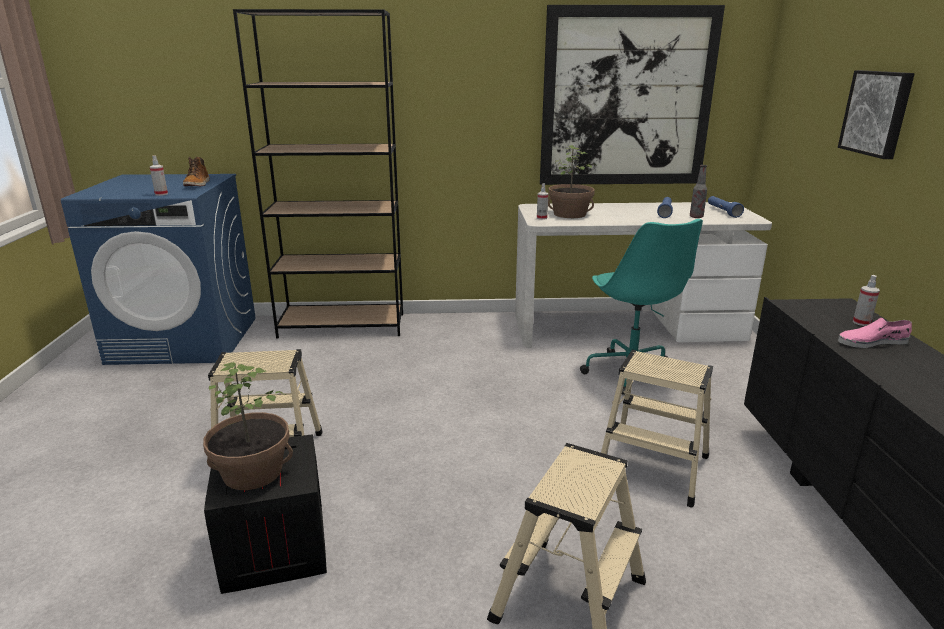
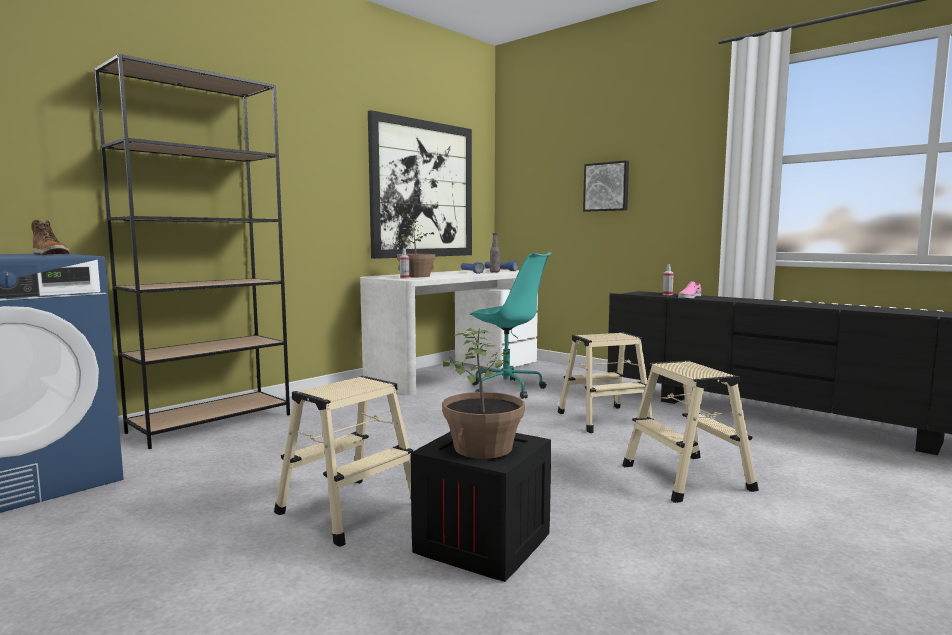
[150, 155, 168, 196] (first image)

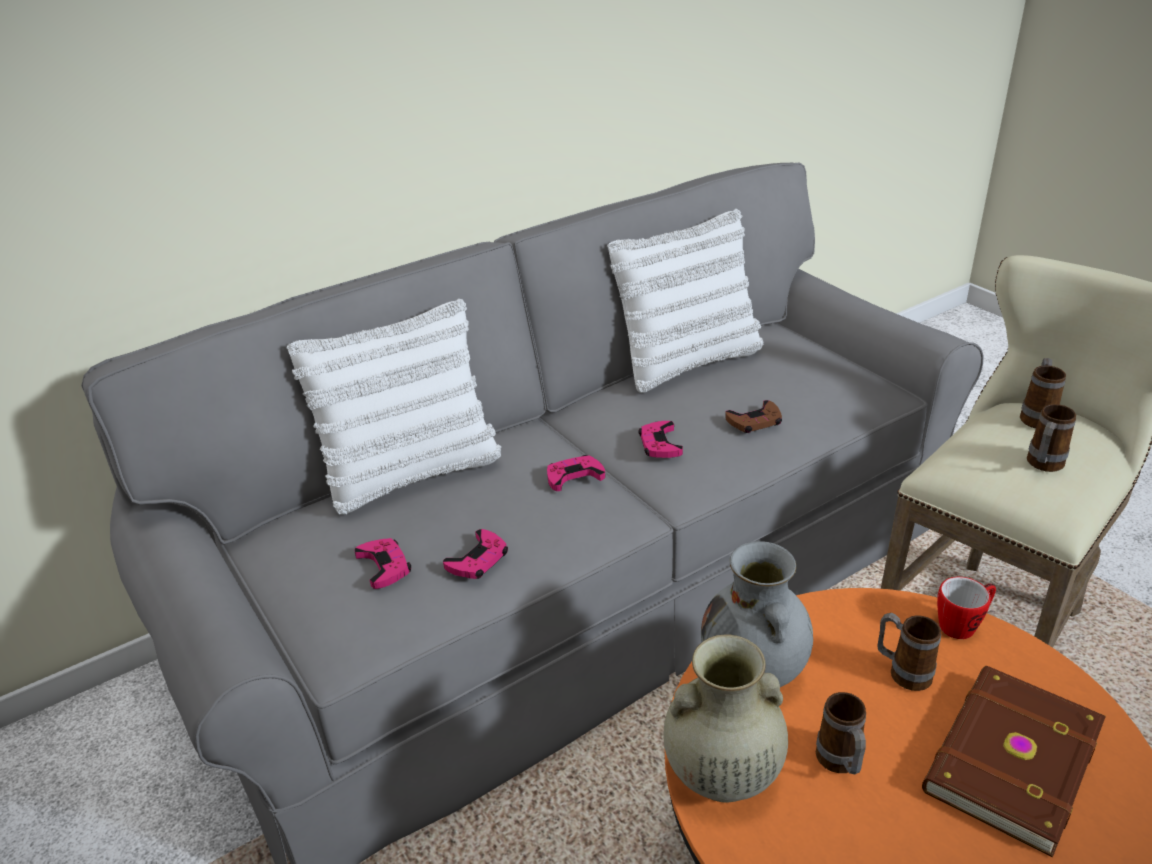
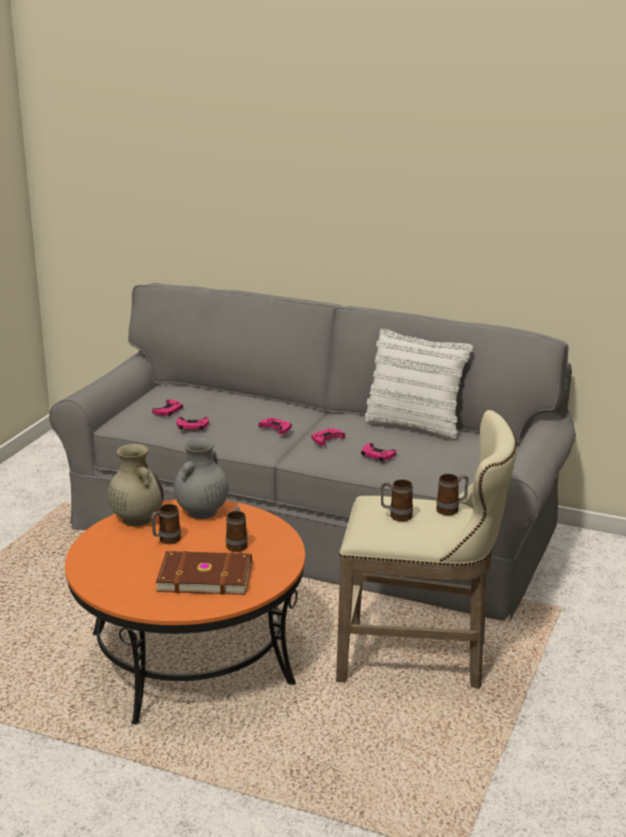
[286, 299, 501, 514] (first image)
[361, 443, 396, 461]
[937, 577, 996, 639] (first image)

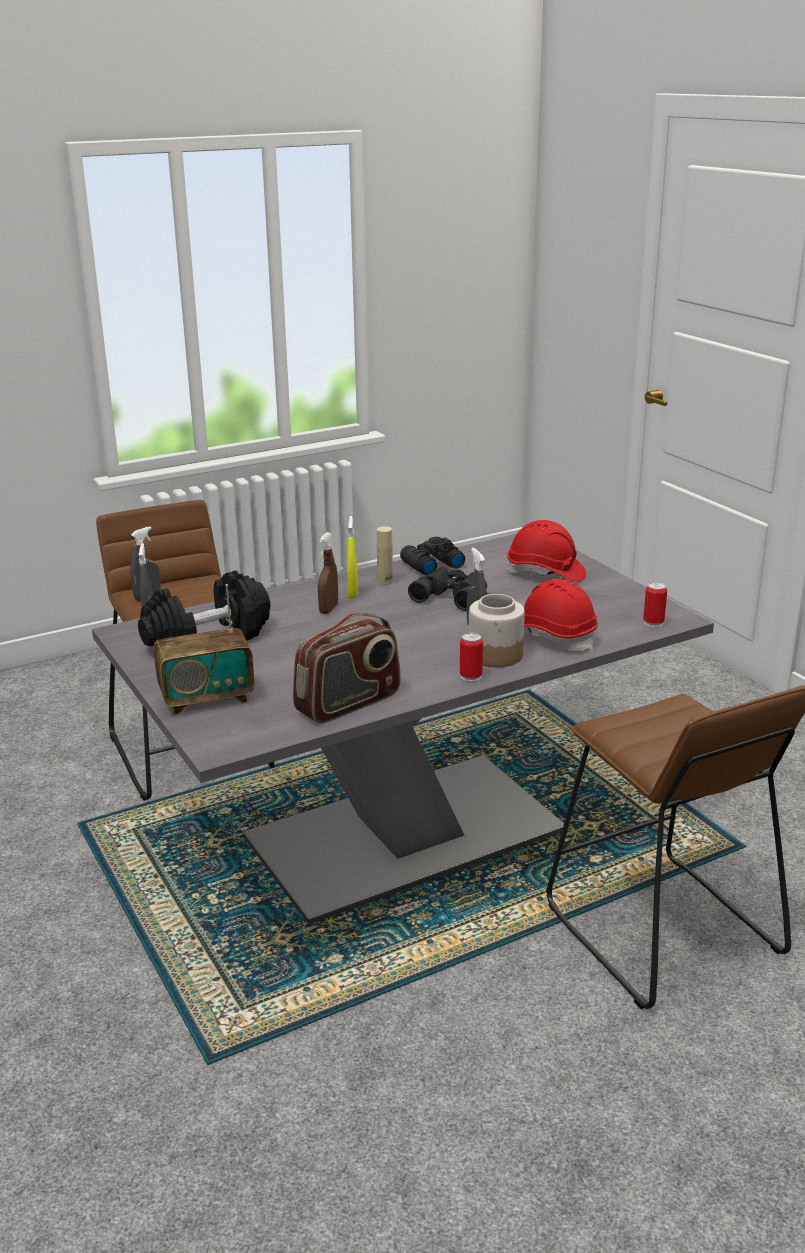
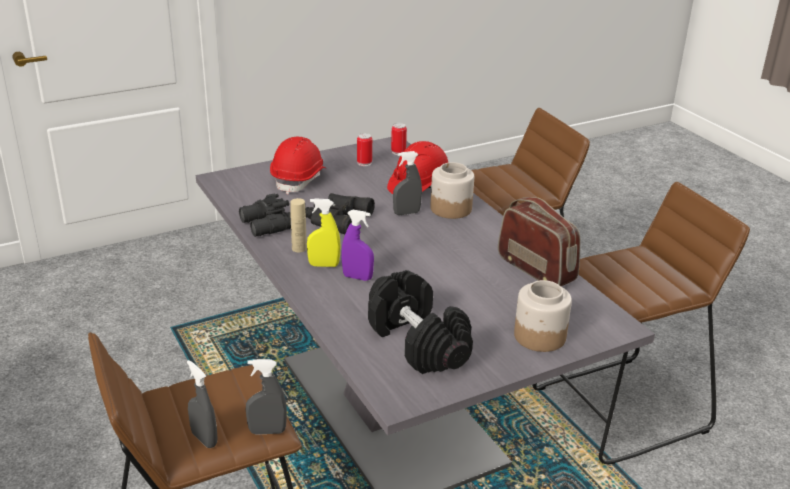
[341, 210, 374, 281]
[514, 280, 572, 352]
[357, 133, 372, 166]
[533, 182, 750, 465]

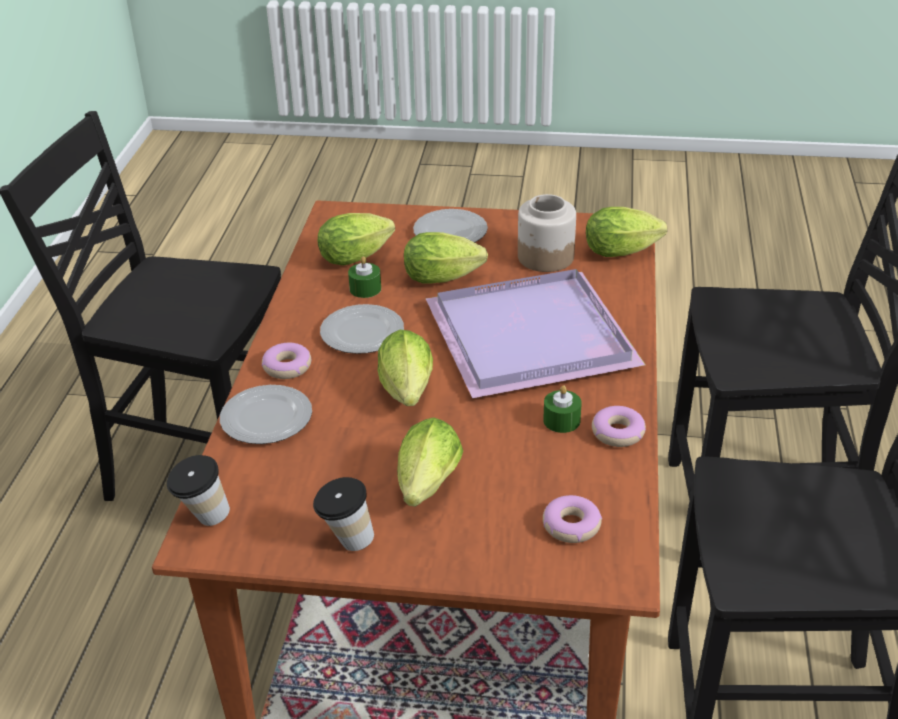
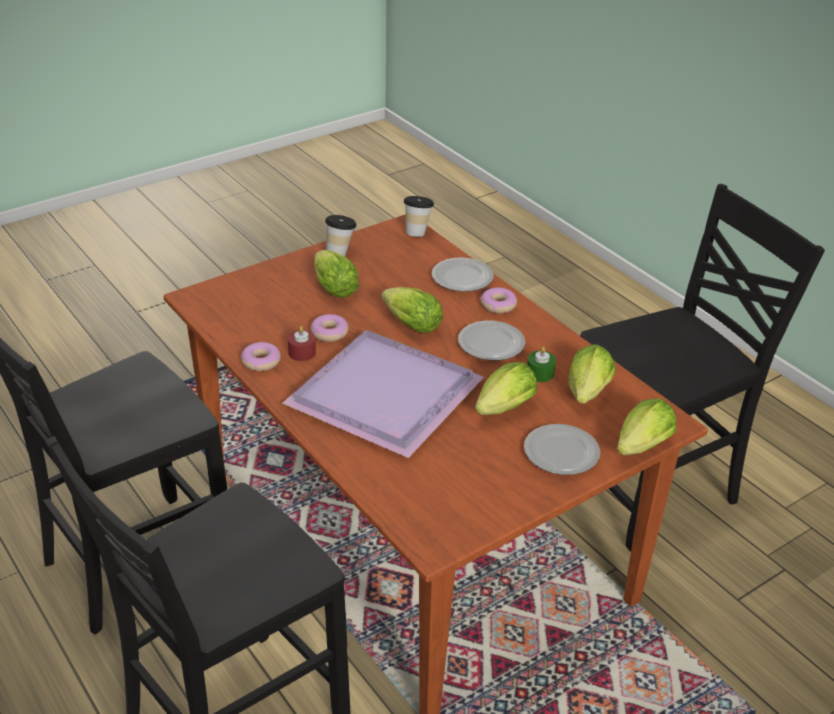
[518, 194, 576, 272] (first image)
[617, 399, 676, 455]
[288, 326, 316, 361]
[311, 314, 349, 342]

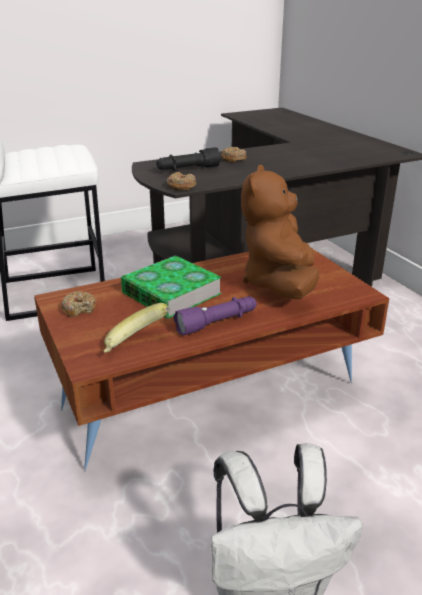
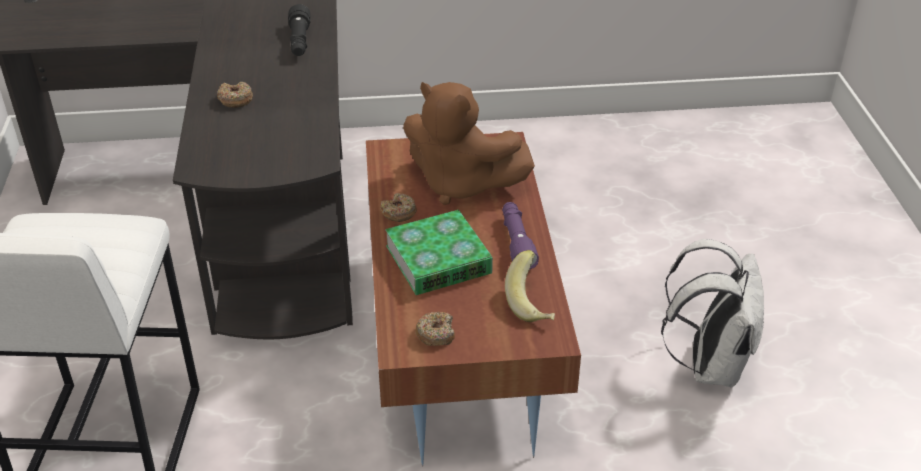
[288, 4, 311, 56]
[380, 193, 417, 222]

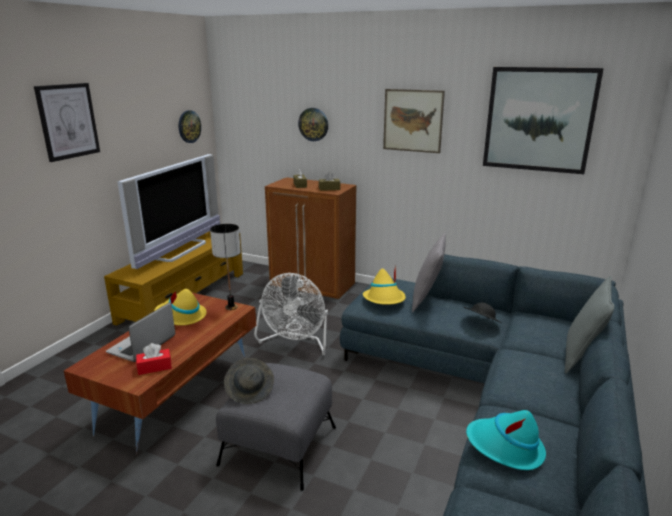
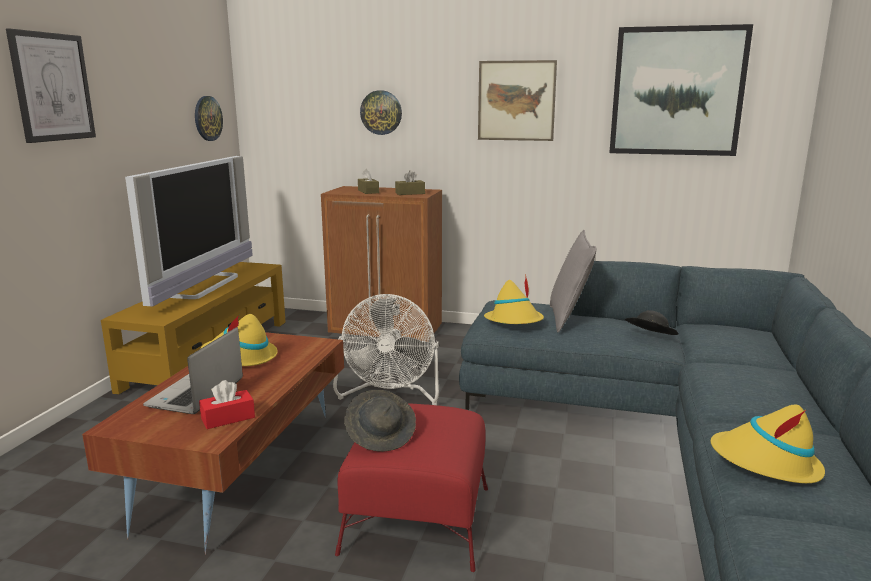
[210, 224, 241, 310] (first image)
[565, 276, 614, 373] (first image)
[335, 403, 488, 572]
[711, 405, 825, 483]

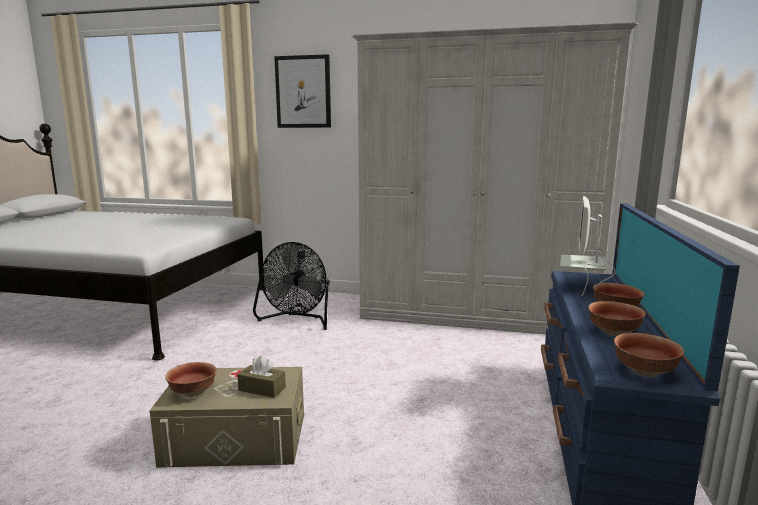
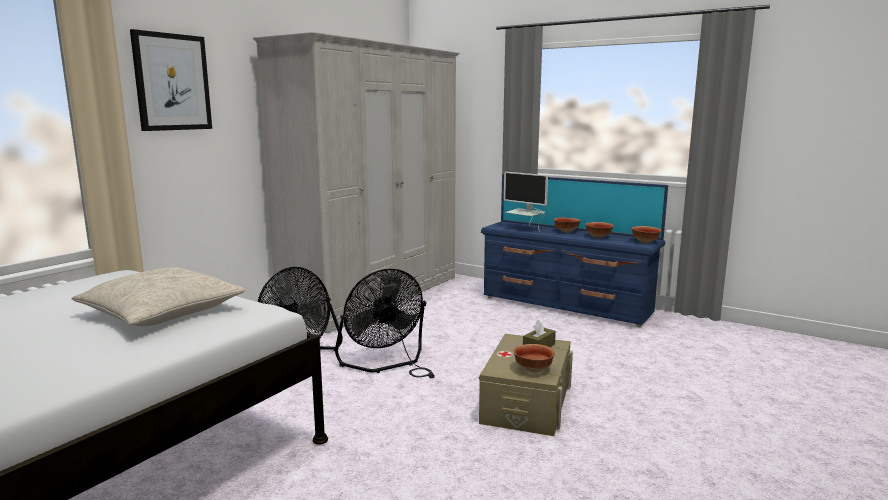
[72, 267, 246, 326]
[335, 269, 435, 378]

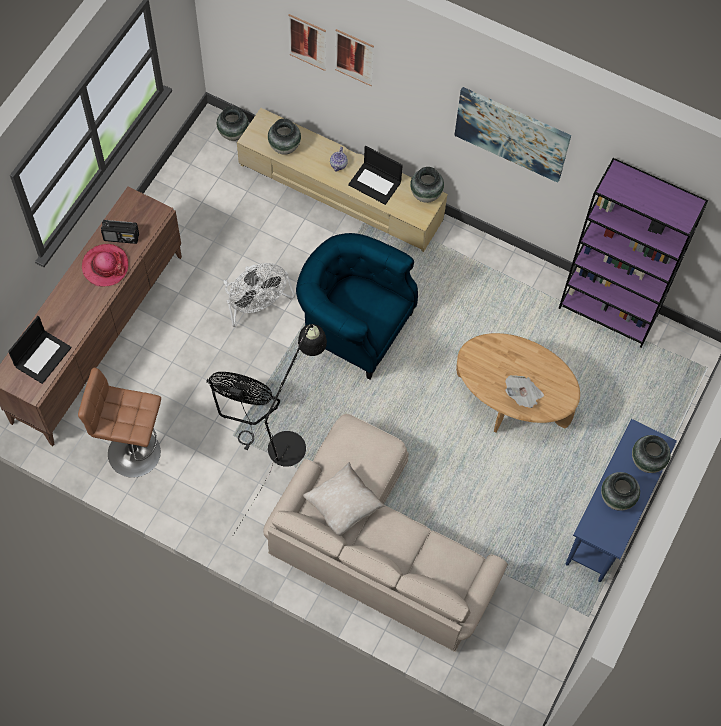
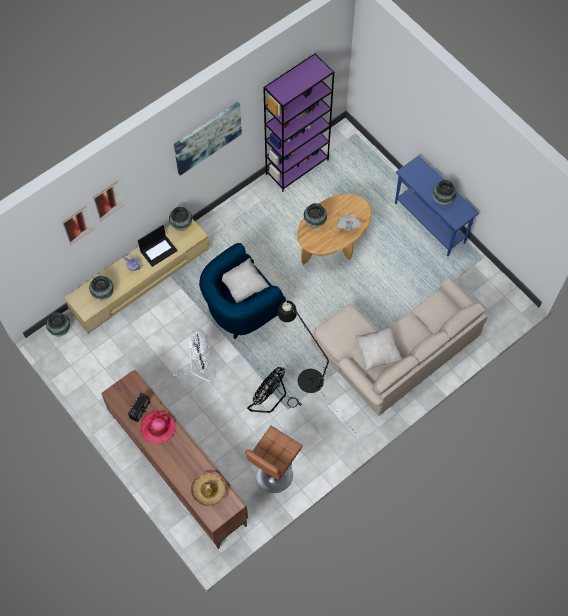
[191, 471, 227, 506]
[304, 203, 327, 228]
[222, 258, 269, 303]

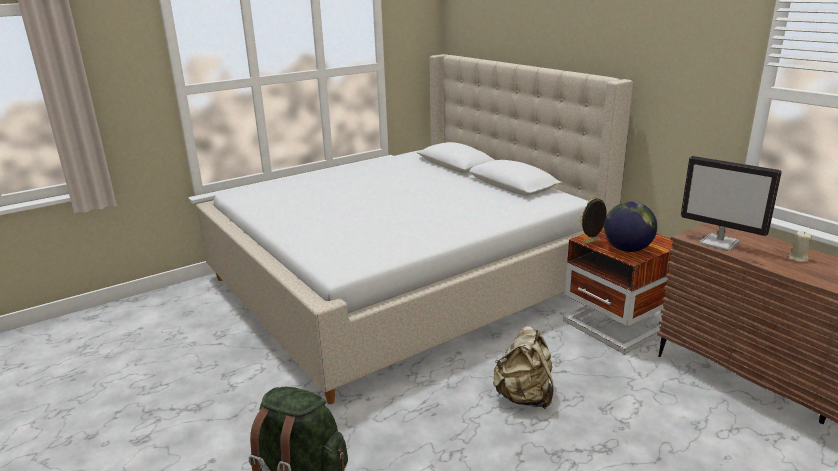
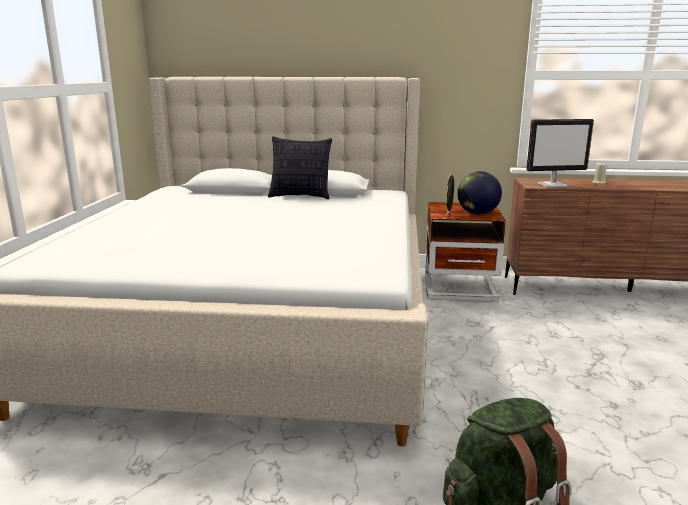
[493, 326, 554, 409] (first image)
[268, 136, 332, 199]

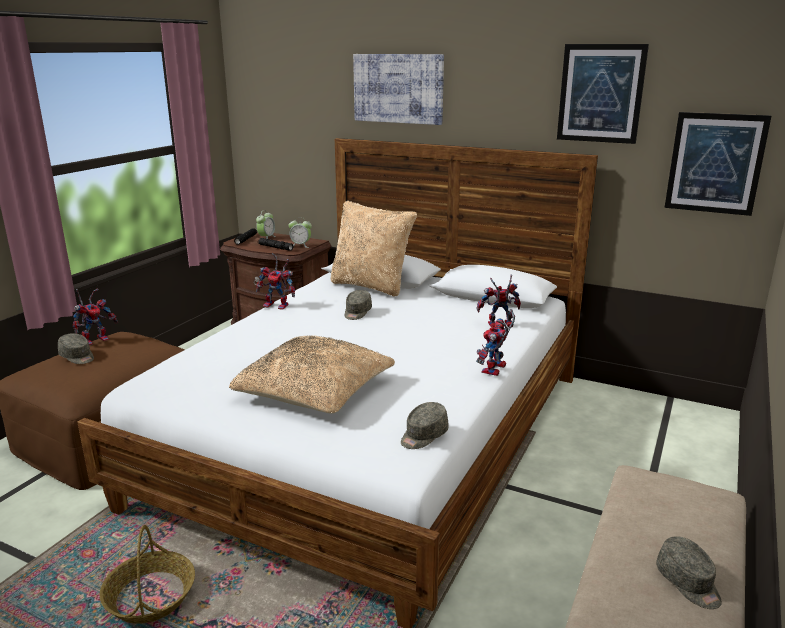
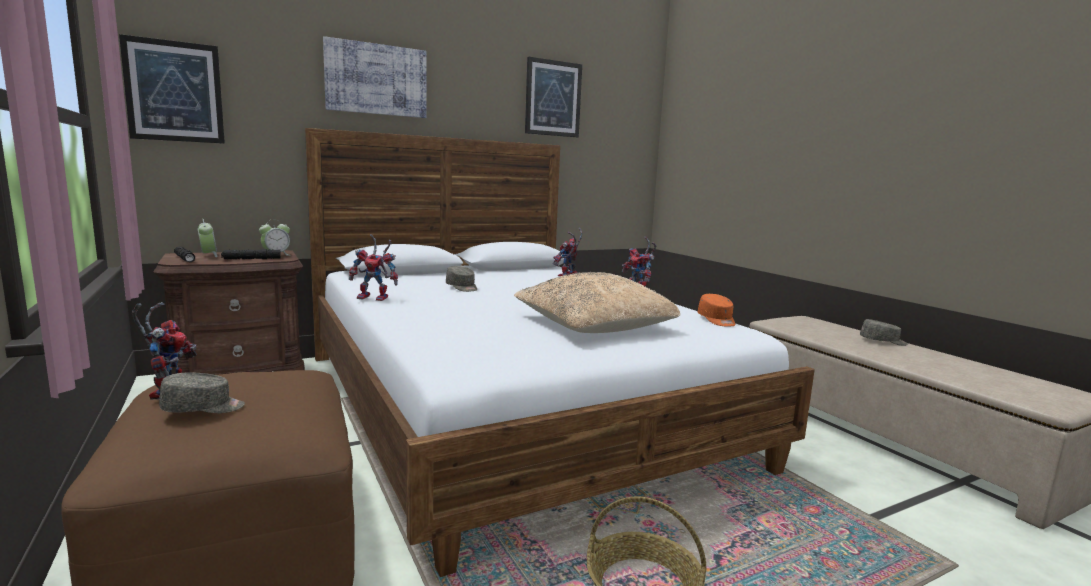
[119, 34, 225, 144]
[330, 201, 418, 296] (first image)
[349, 234, 398, 301]
[698, 294, 735, 326]

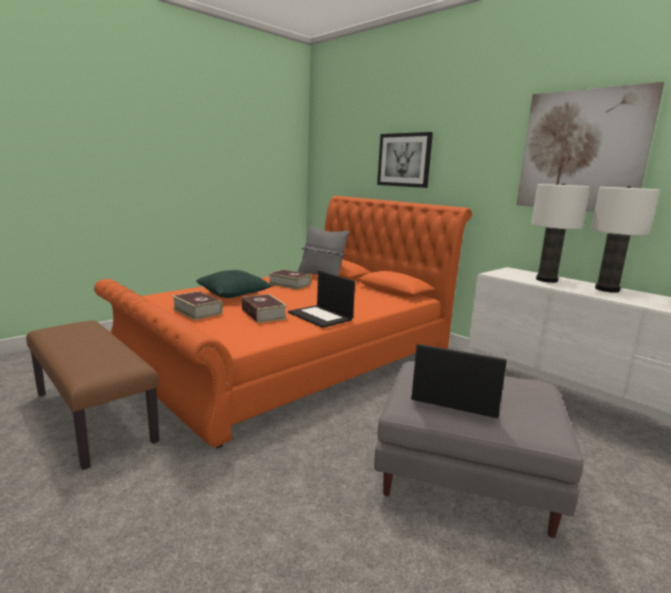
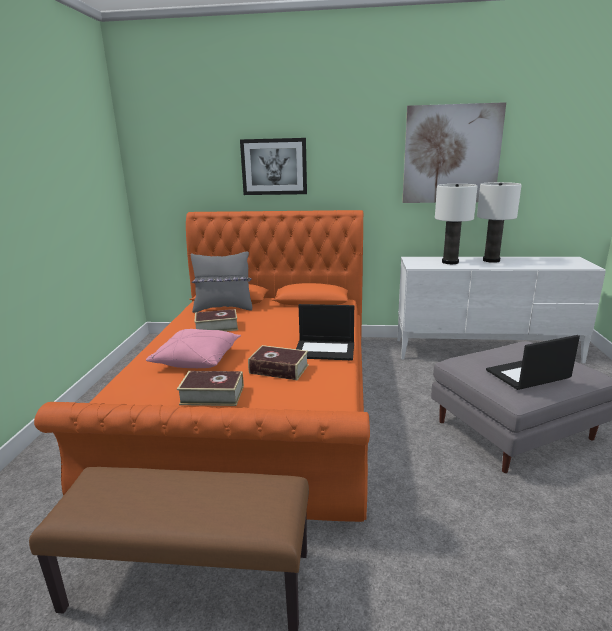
[146, 329, 241, 368]

